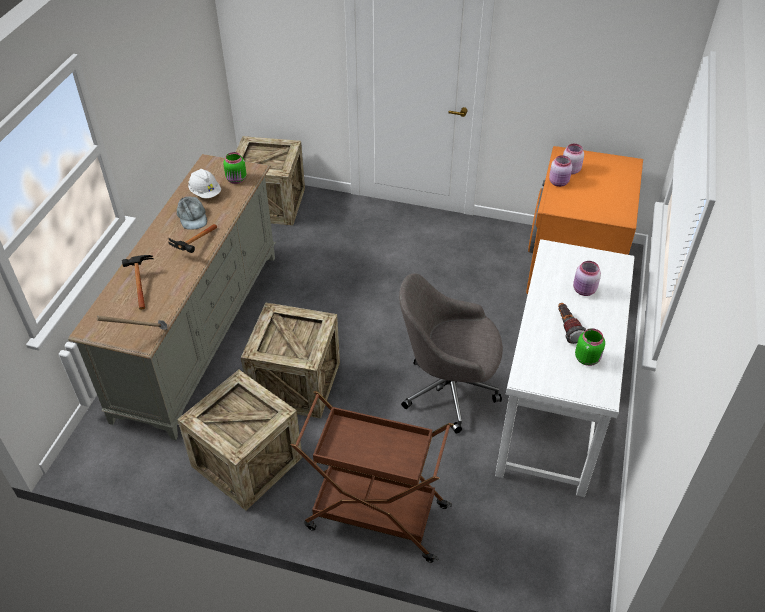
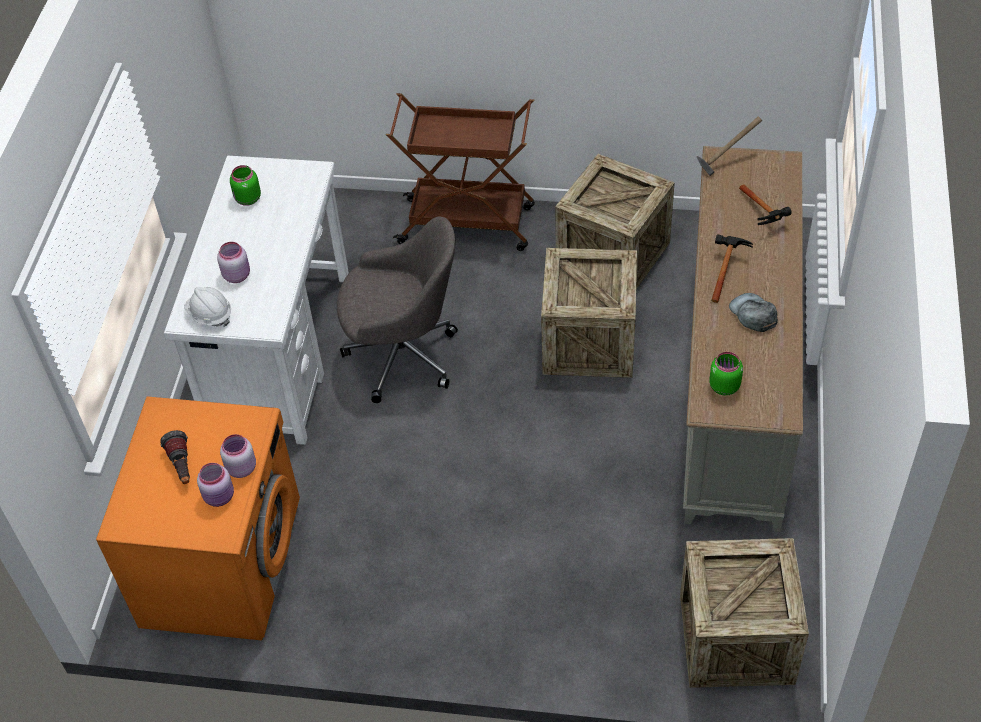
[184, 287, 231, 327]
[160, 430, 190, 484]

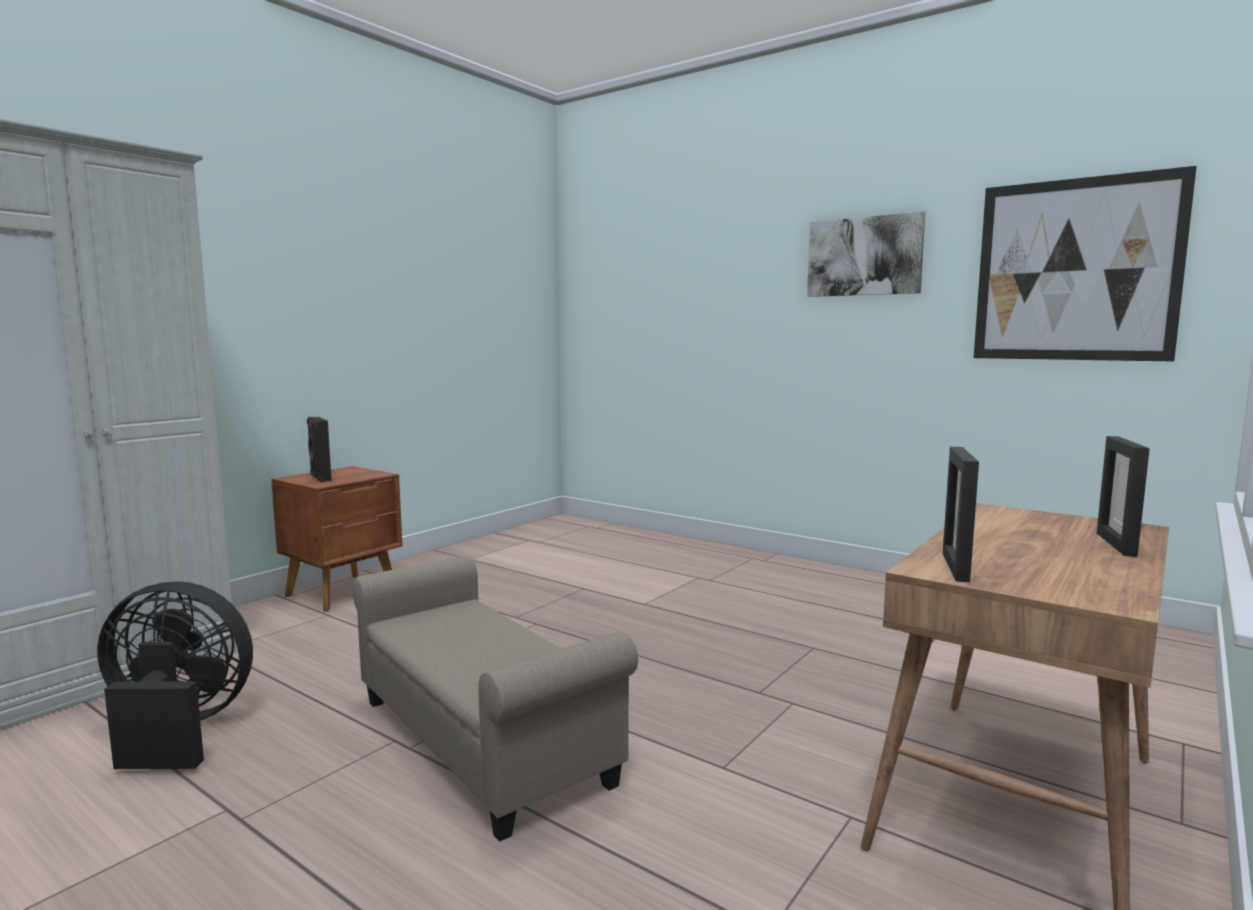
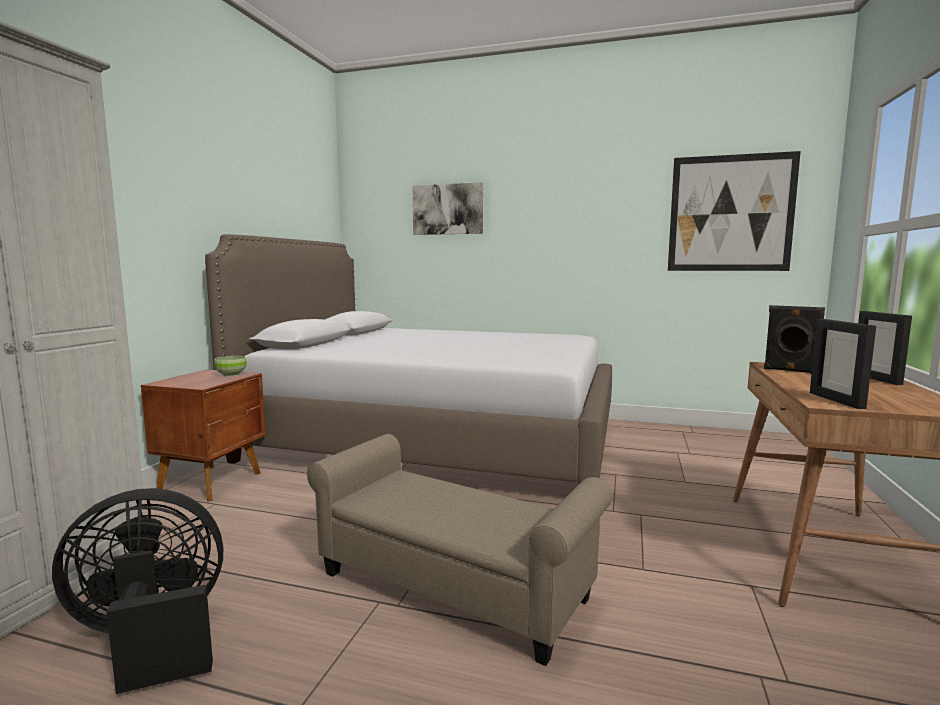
[413, 182, 483, 235]
[764, 305, 825, 374]
[205, 234, 612, 484]
[214, 356, 247, 377]

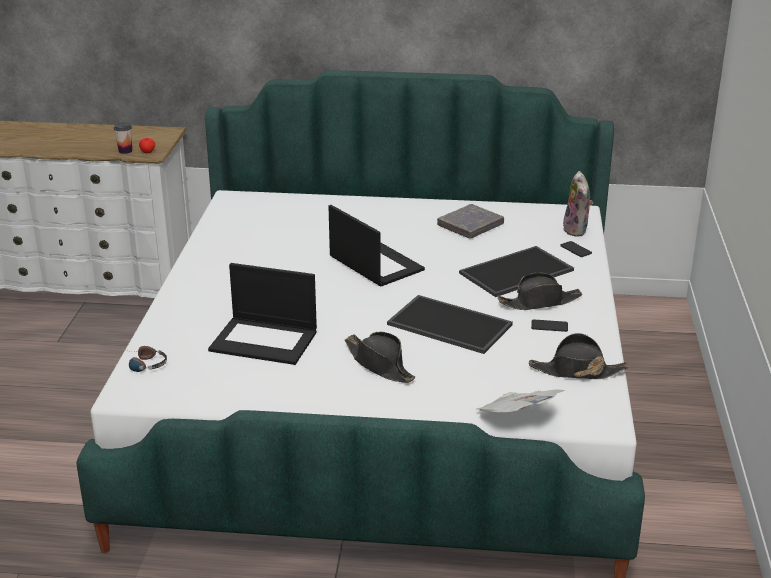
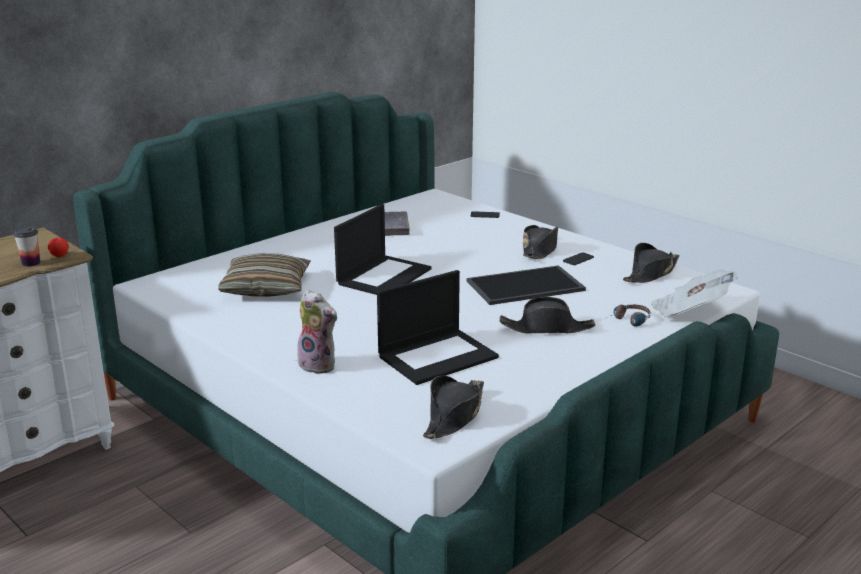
[297, 290, 338, 374]
[334, 204, 432, 295]
[459, 246, 574, 297] (first image)
[606, 305, 651, 327]
[218, 253, 310, 297]
[423, 375, 484, 439]

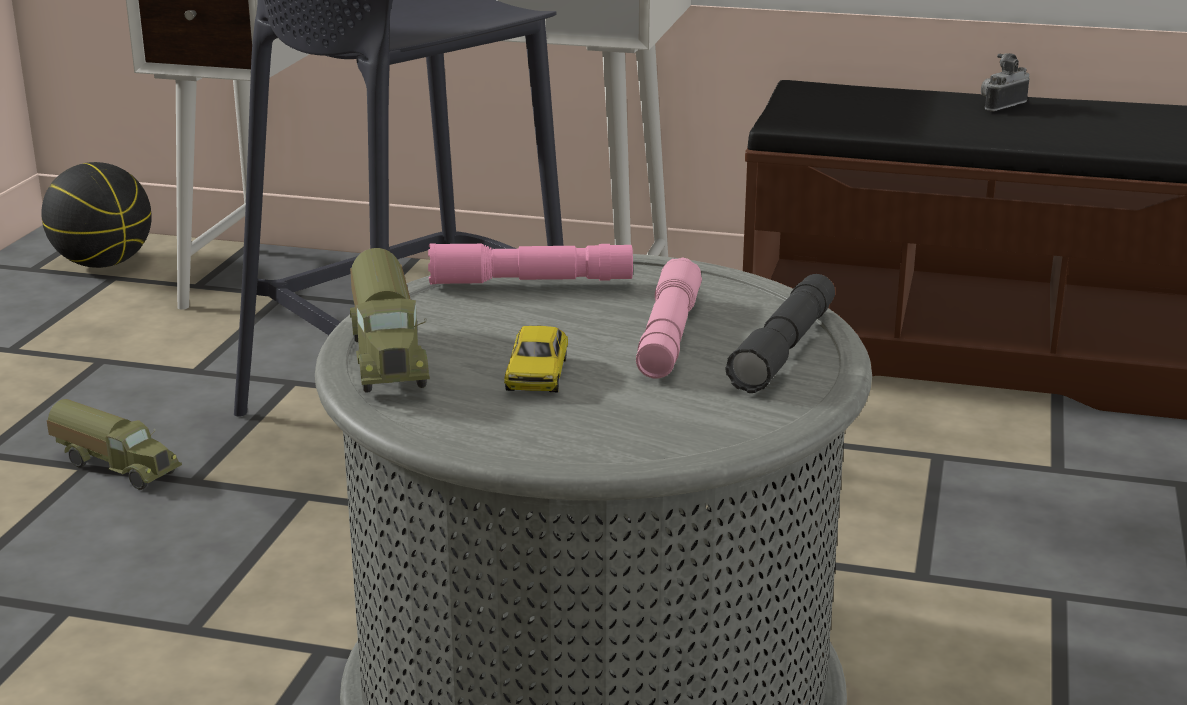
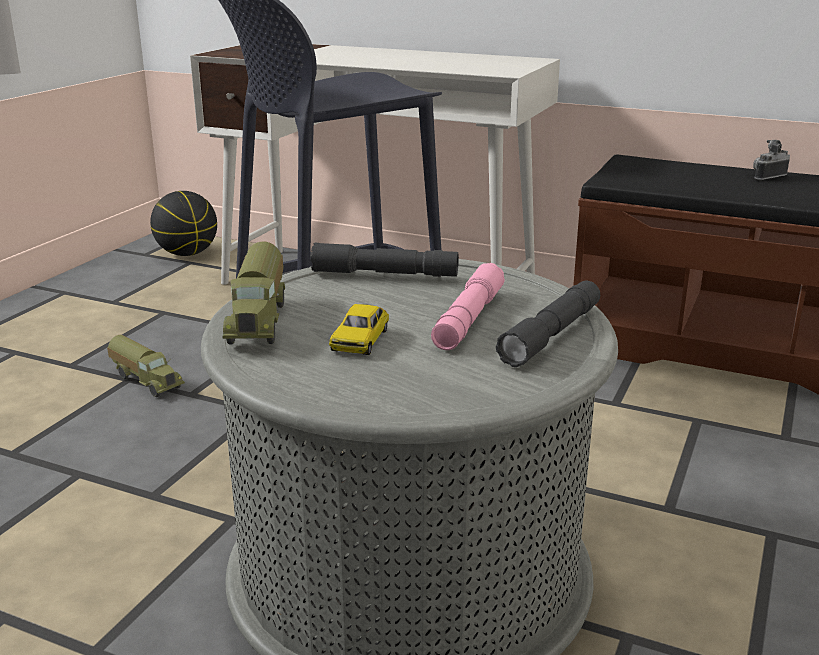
[311, 242, 459, 277]

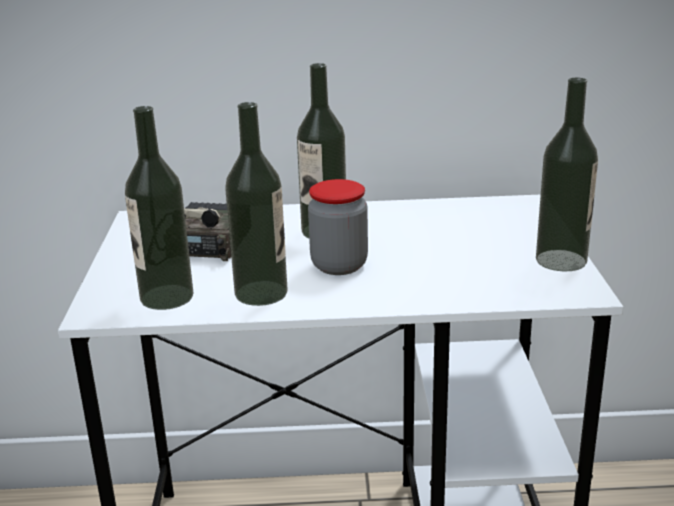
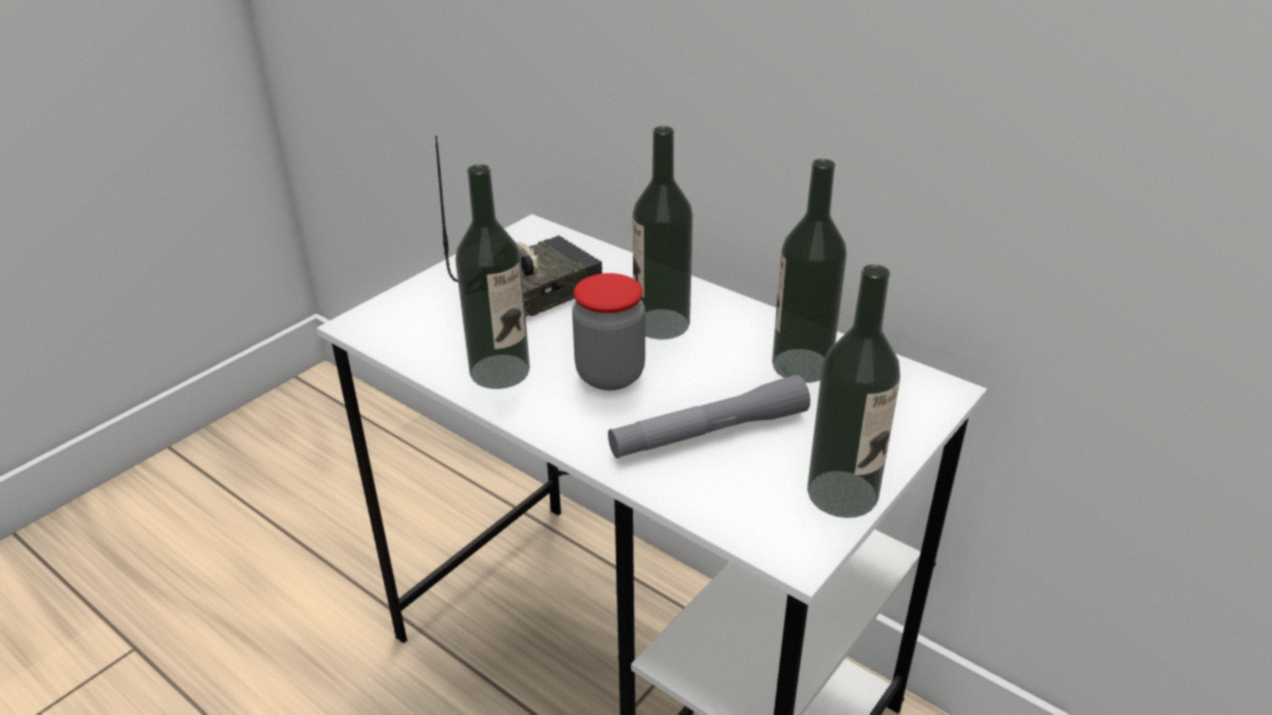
[772, 159, 847, 383]
[608, 375, 810, 458]

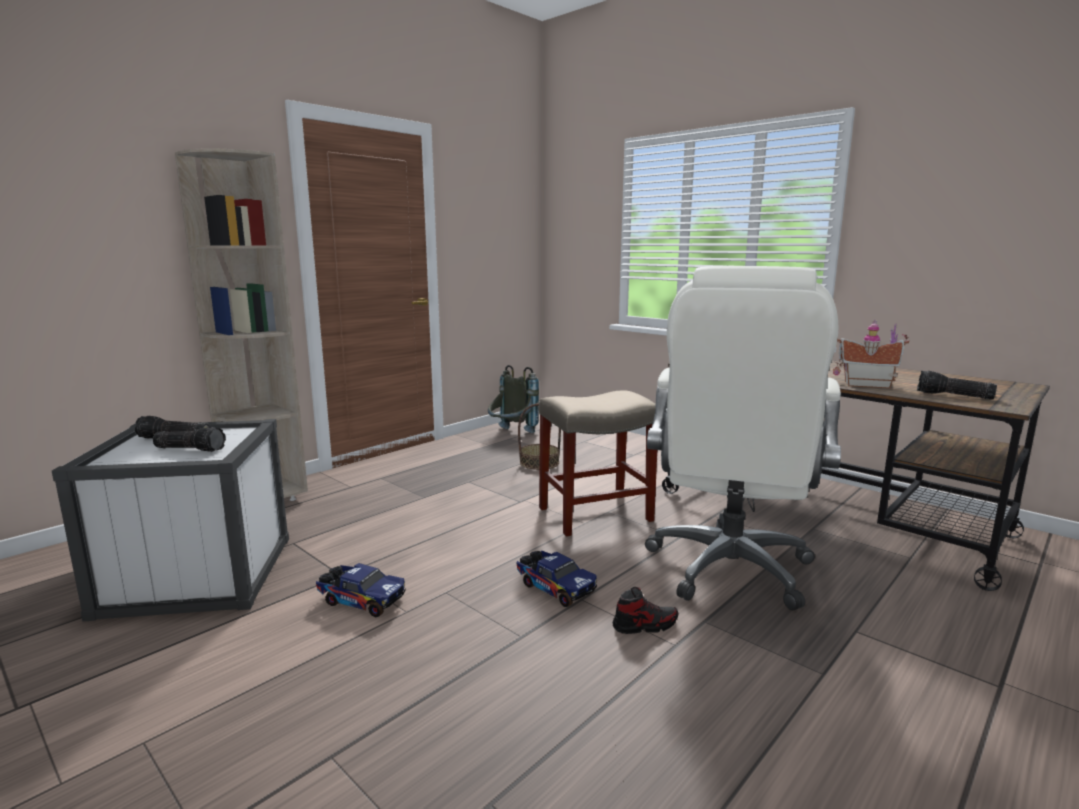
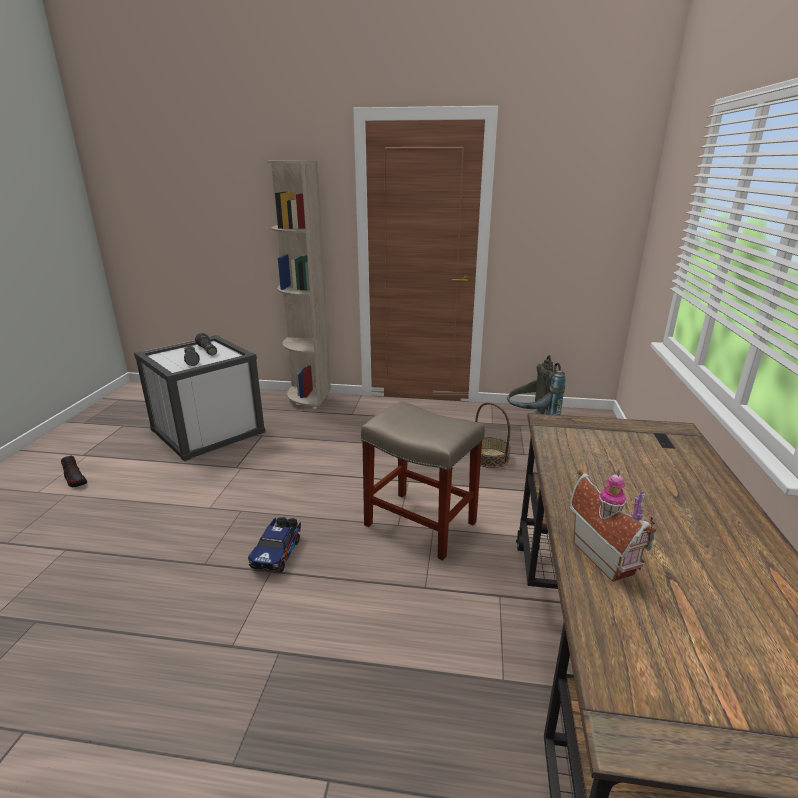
[645, 266, 841, 610] (first image)
[917, 371, 997, 399] (first image)
[316, 563, 406, 618] (first image)
[61, 455, 87, 487]

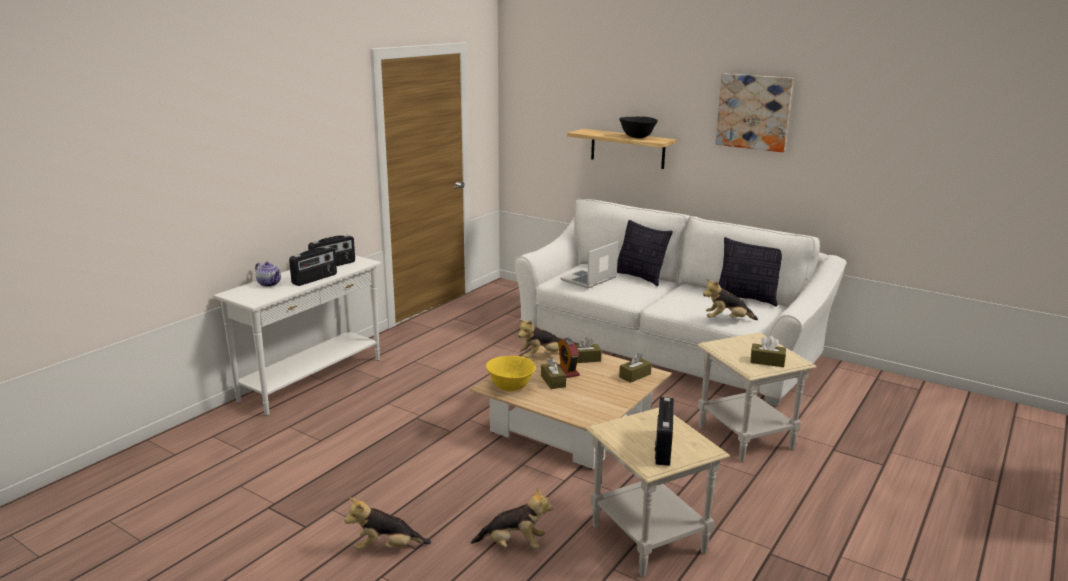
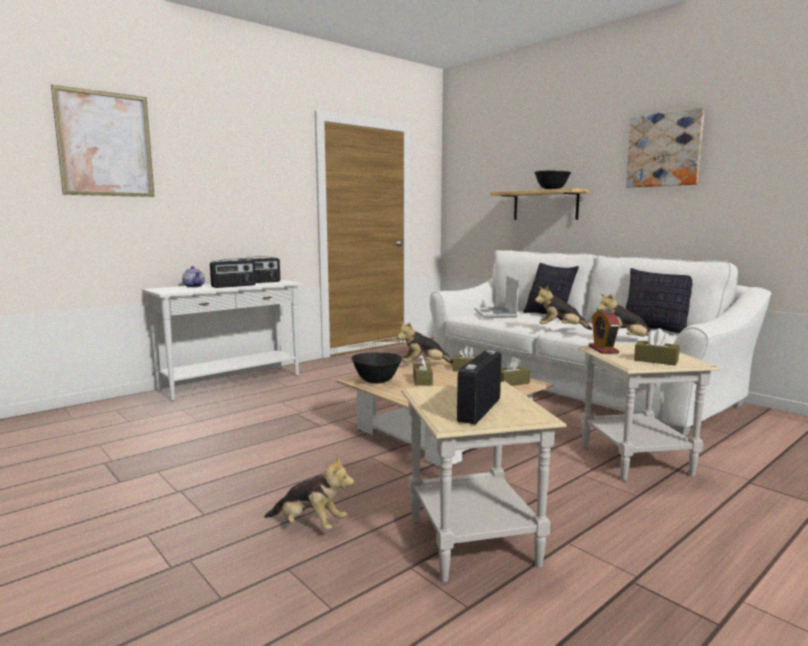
[475, 276, 519, 318]
[589, 309, 620, 354]
[351, 352, 402, 384]
[535, 286, 592, 330]
[51, 84, 155, 197]

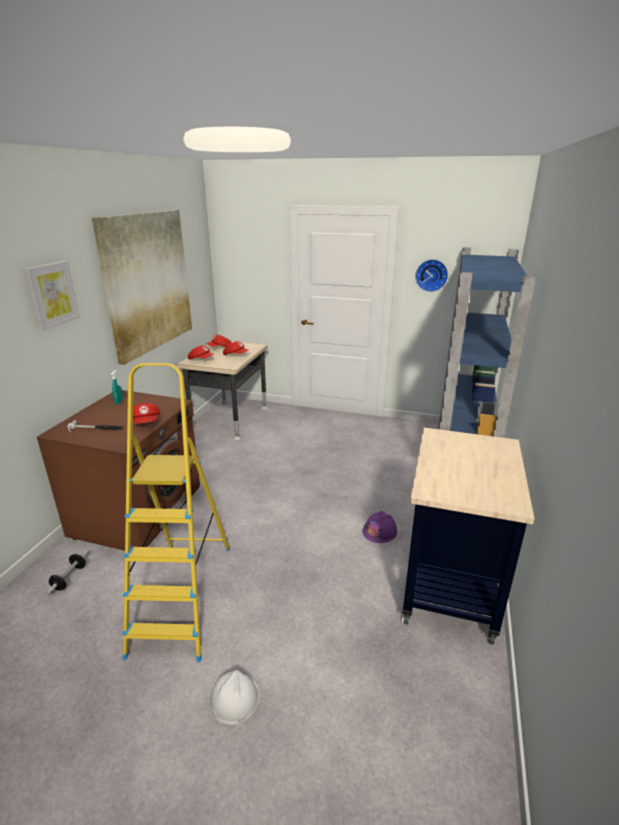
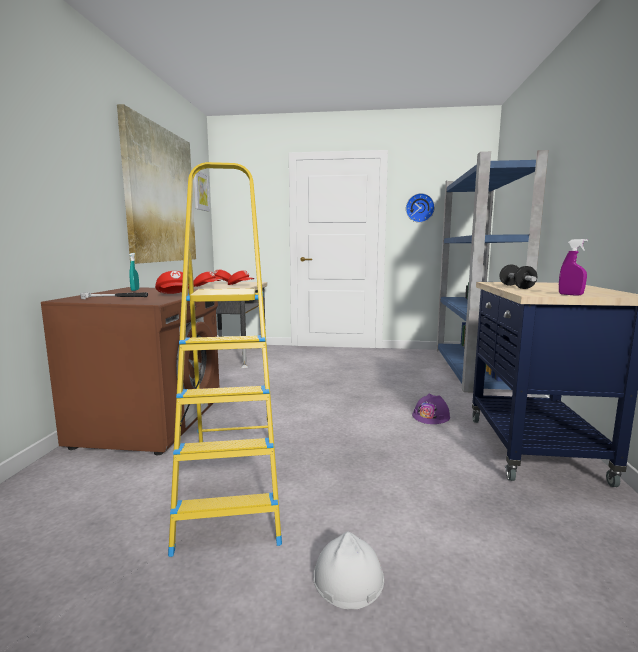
[194, 171, 210, 212]
[499, 264, 537, 289]
[559, 239, 588, 296]

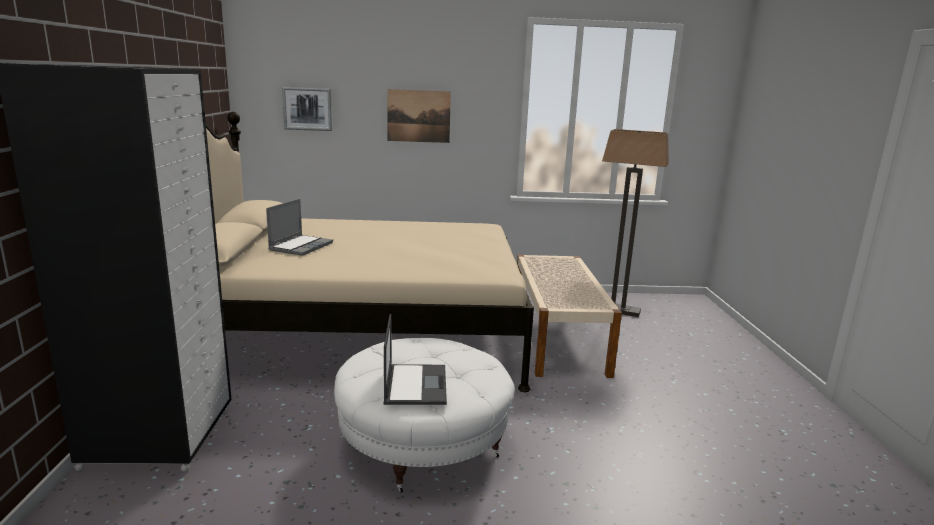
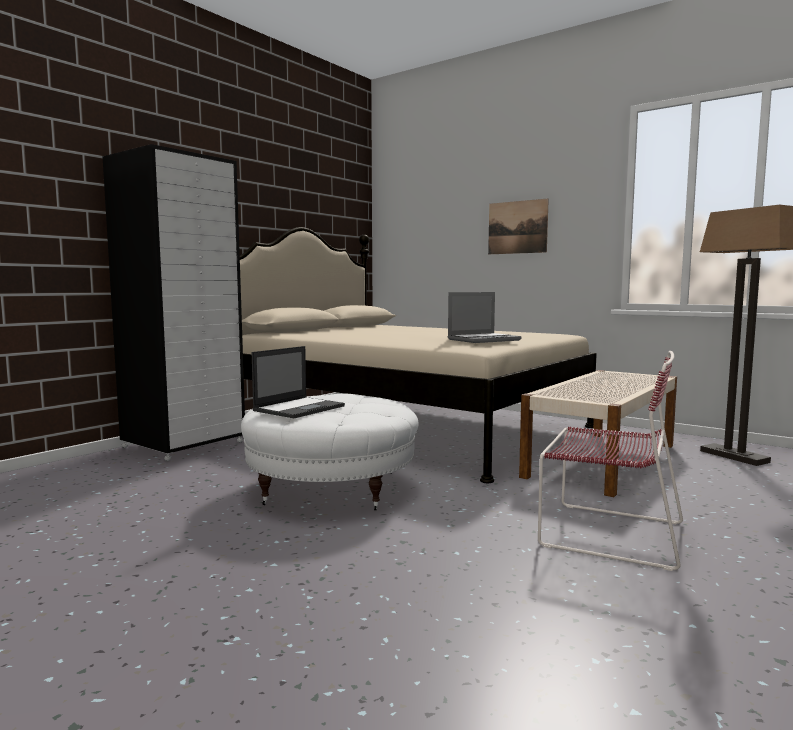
[282, 87, 332, 131] (first image)
[448, 292, 521, 343]
[538, 351, 683, 571]

